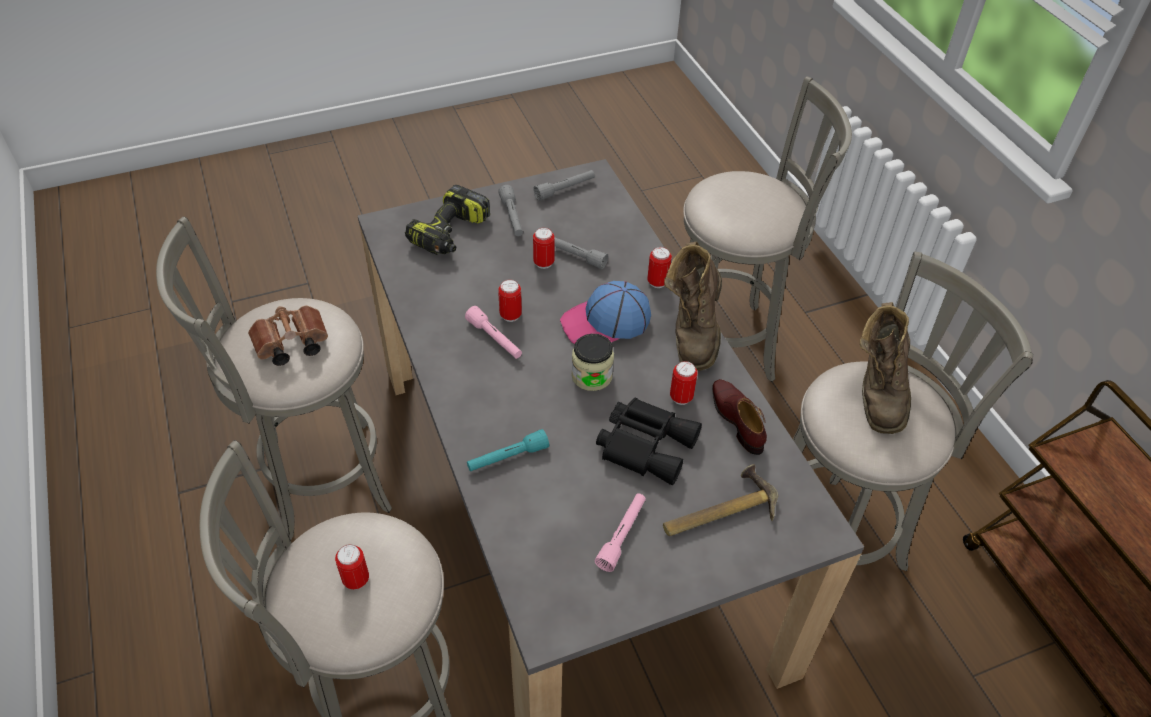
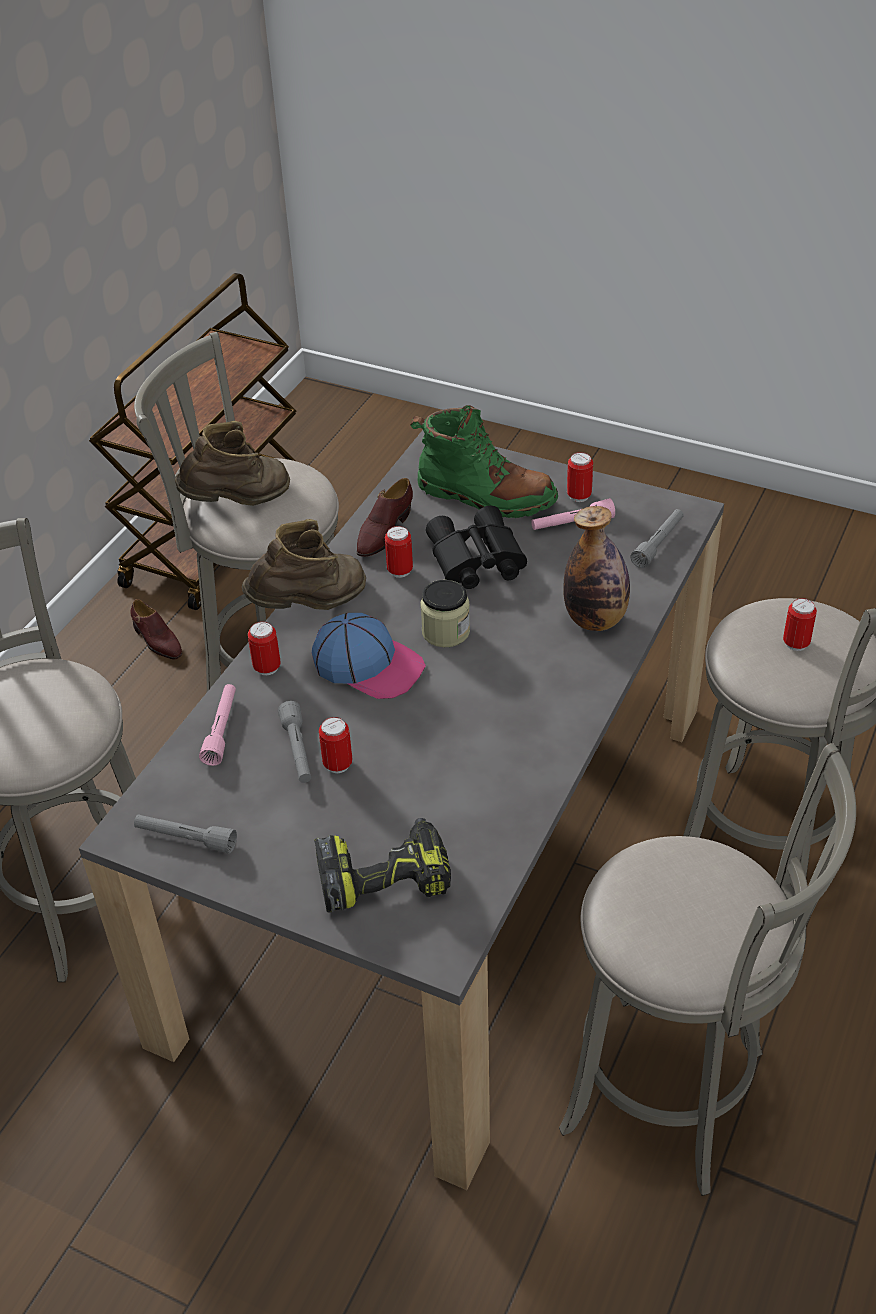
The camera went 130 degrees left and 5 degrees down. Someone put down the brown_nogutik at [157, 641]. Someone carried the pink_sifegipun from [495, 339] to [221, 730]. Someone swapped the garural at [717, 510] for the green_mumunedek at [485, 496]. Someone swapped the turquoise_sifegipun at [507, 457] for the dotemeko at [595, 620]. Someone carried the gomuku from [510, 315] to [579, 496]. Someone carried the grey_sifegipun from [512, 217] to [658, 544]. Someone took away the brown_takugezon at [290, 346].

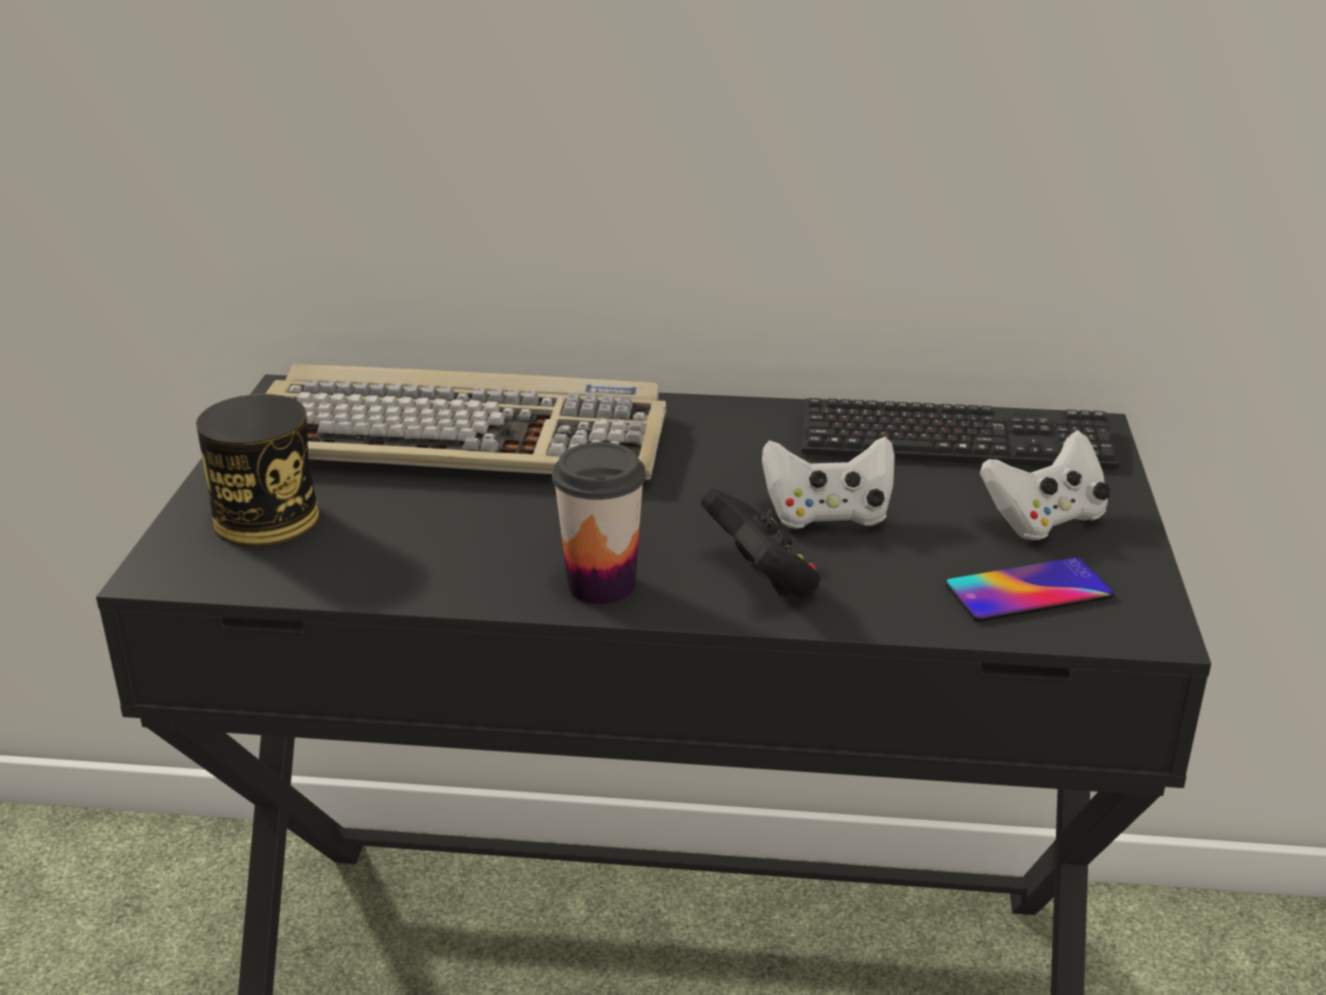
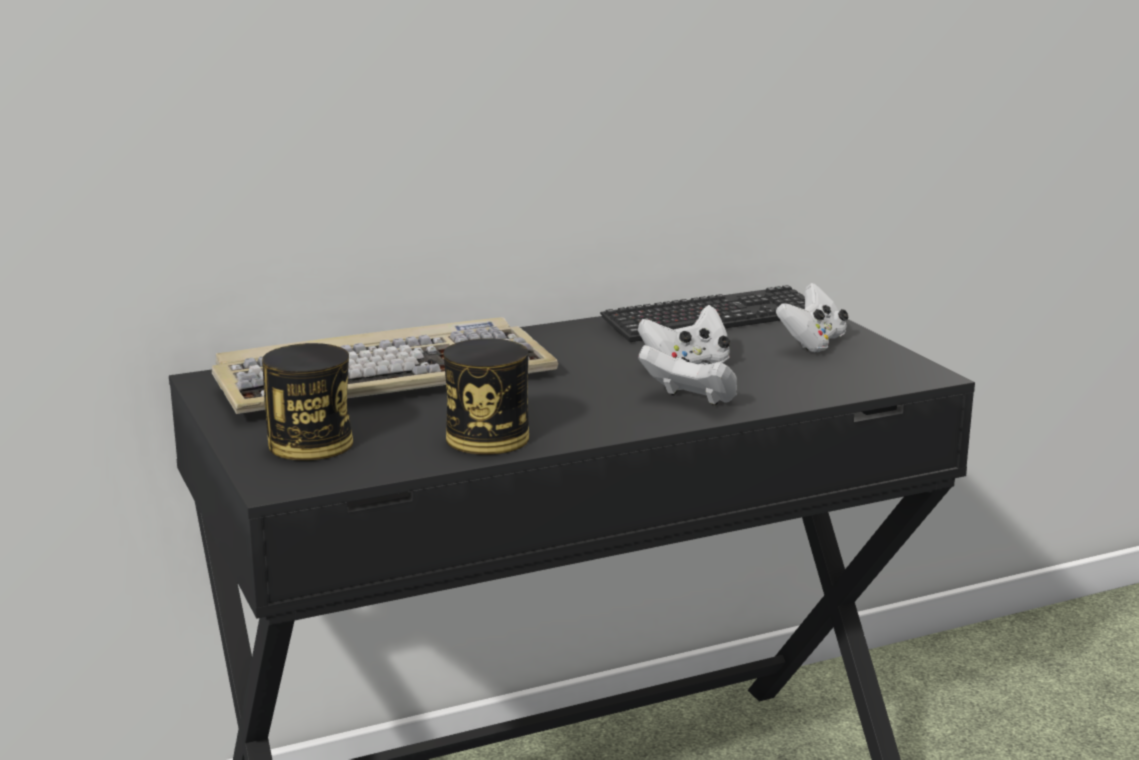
The camera went 30 degrees left and 10 degrees down. Someone put down the gomuku at [487, 438]. Someone repainted the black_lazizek at [762, 579], which became the white_lazizek at [691, 401]. Someone took away the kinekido at [601, 585]. Someone took away the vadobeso at [1028, 591].

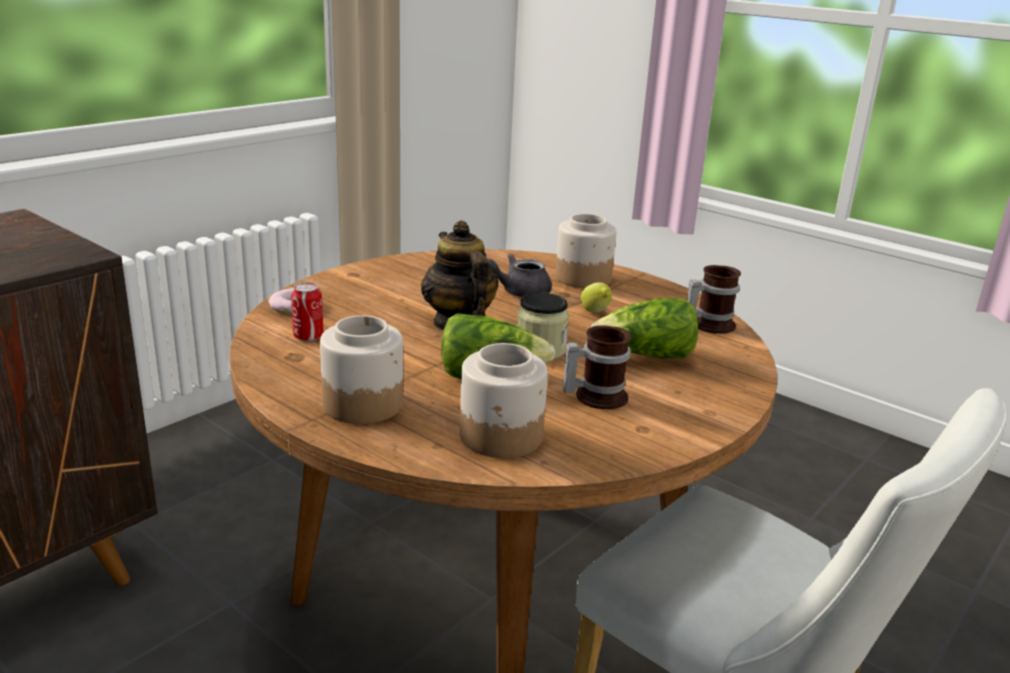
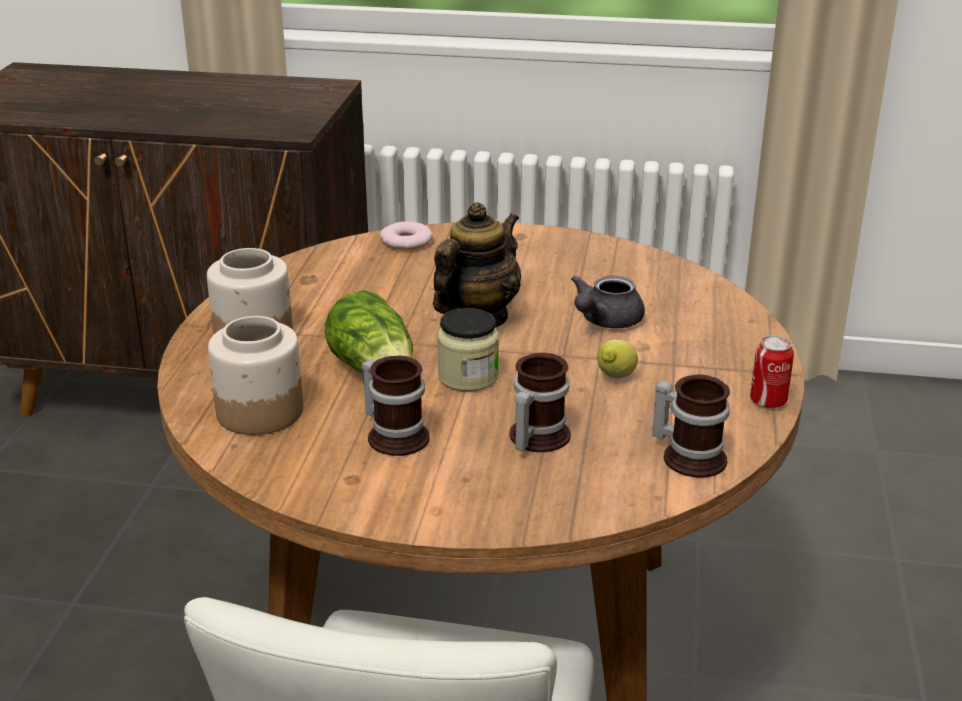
The camera went 60 degrees right and 5 degrees up. Someone swapped the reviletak at [646, 356] for the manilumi at [534, 438]. Someone rotated the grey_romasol at [518, 292] by 90 degrees counterclockwise. Someone carried the gomuku from [308, 336] to [768, 401]. Someone took away the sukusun at [582, 278].

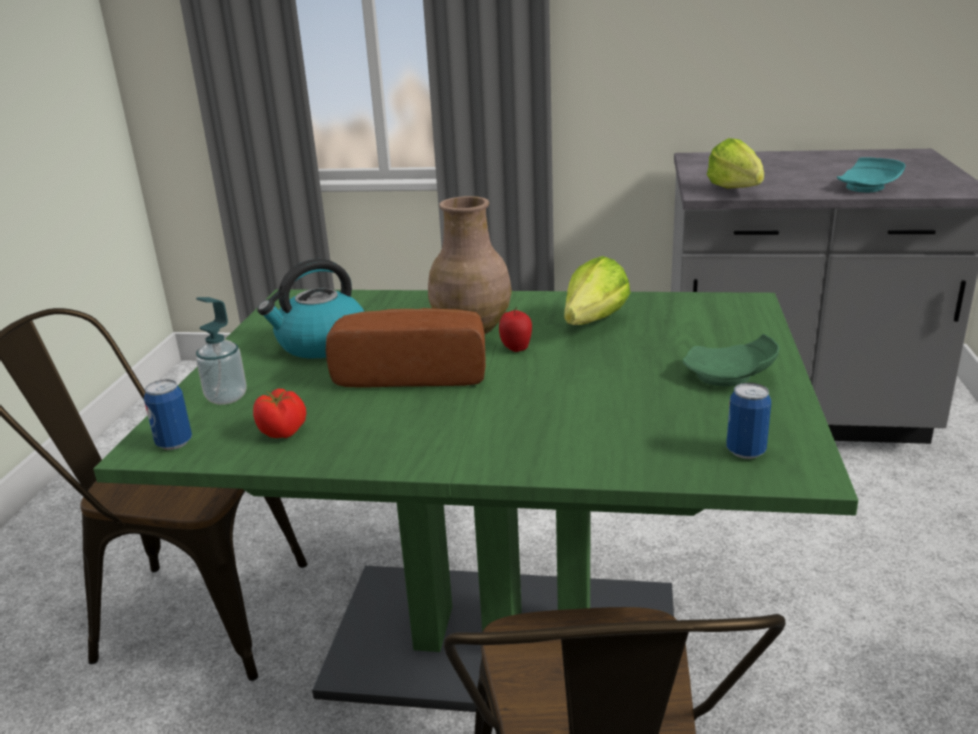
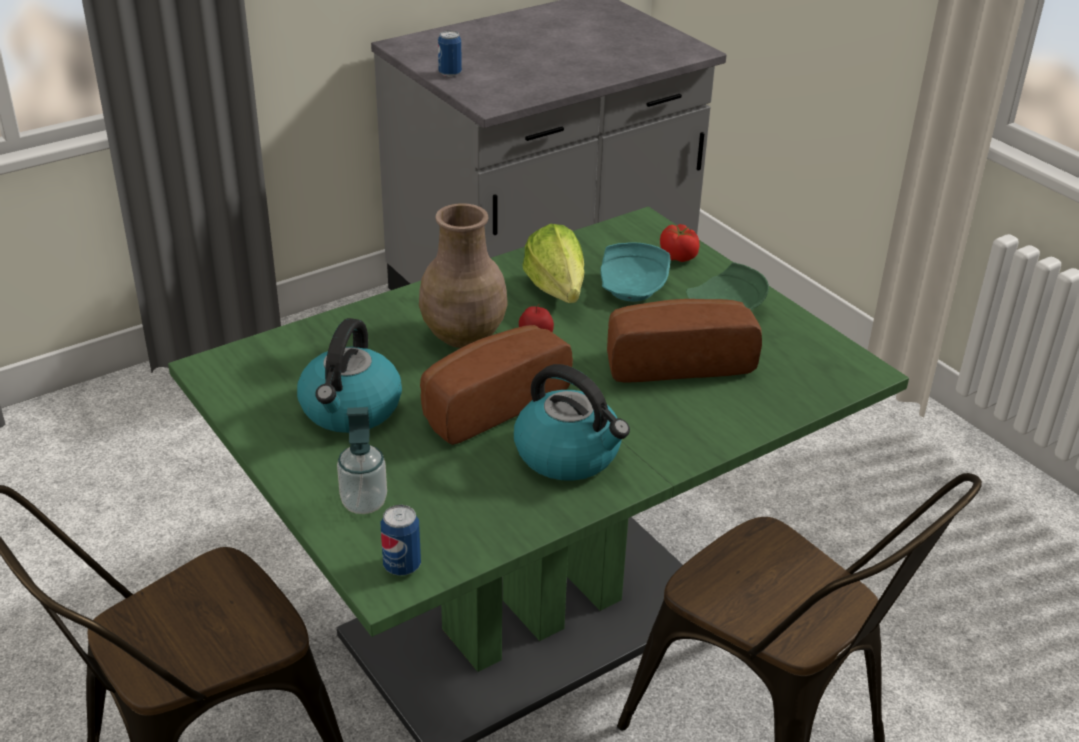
The camera went 45 degrees left and 10 degrees up. Someone carried the gomuku from [745, 451] to [450, 73]. Someone put down the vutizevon at [569, 454]. Someone carried the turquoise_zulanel from [868, 187] to [633, 286]. Someone put down the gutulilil at [676, 361]. Someone carried the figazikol from [283, 432] to [678, 257]. Someone took away the reviletak at [738, 192].

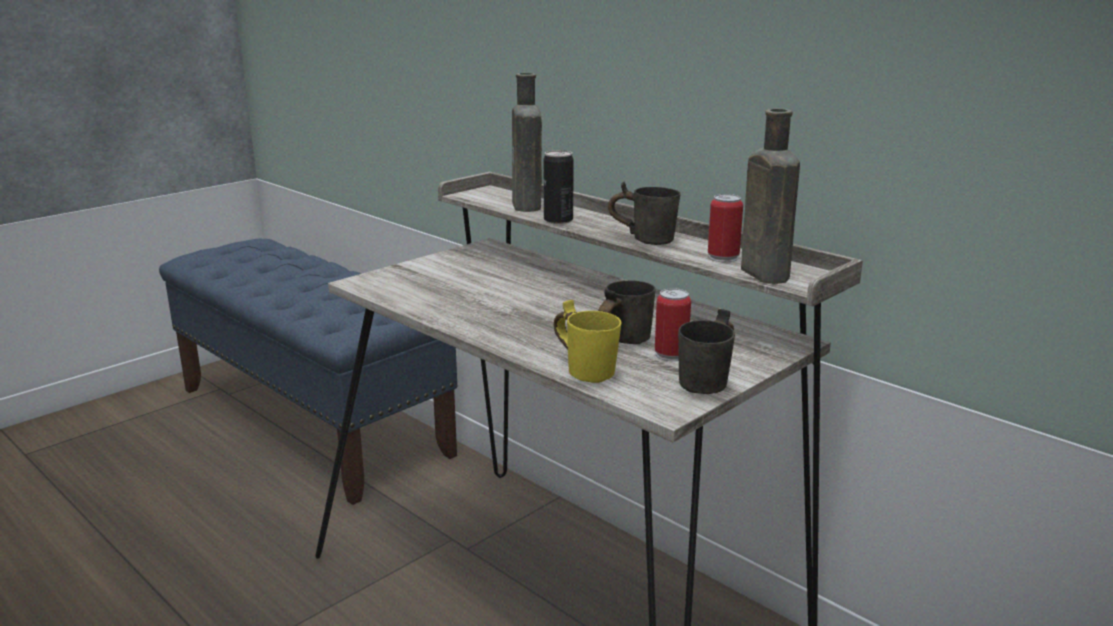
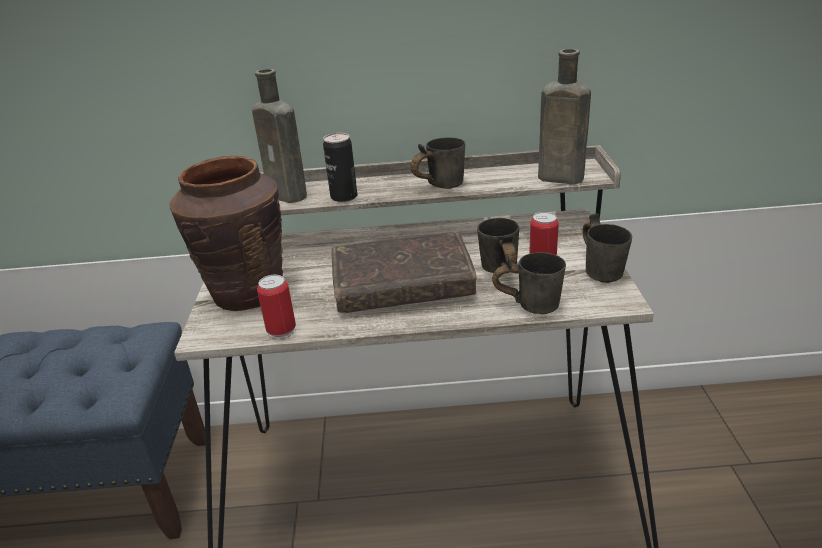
The camera went 45 degrees left and 10 degrees up. Someone put down the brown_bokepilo at [247, 293]. Someone carried the gomuku from [723, 257] to [281, 330]. Someone put down the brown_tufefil at [402, 286]. Someone repainted the yellow_manilumi at [588, 370], which became the grey_manilumi at [529, 303].

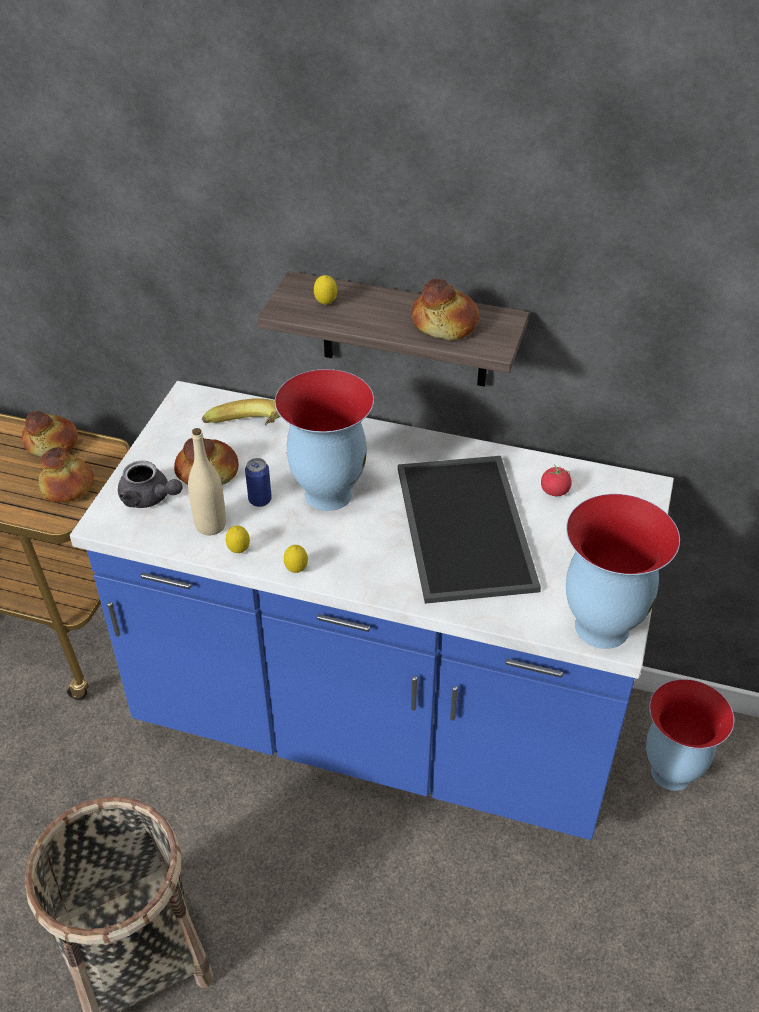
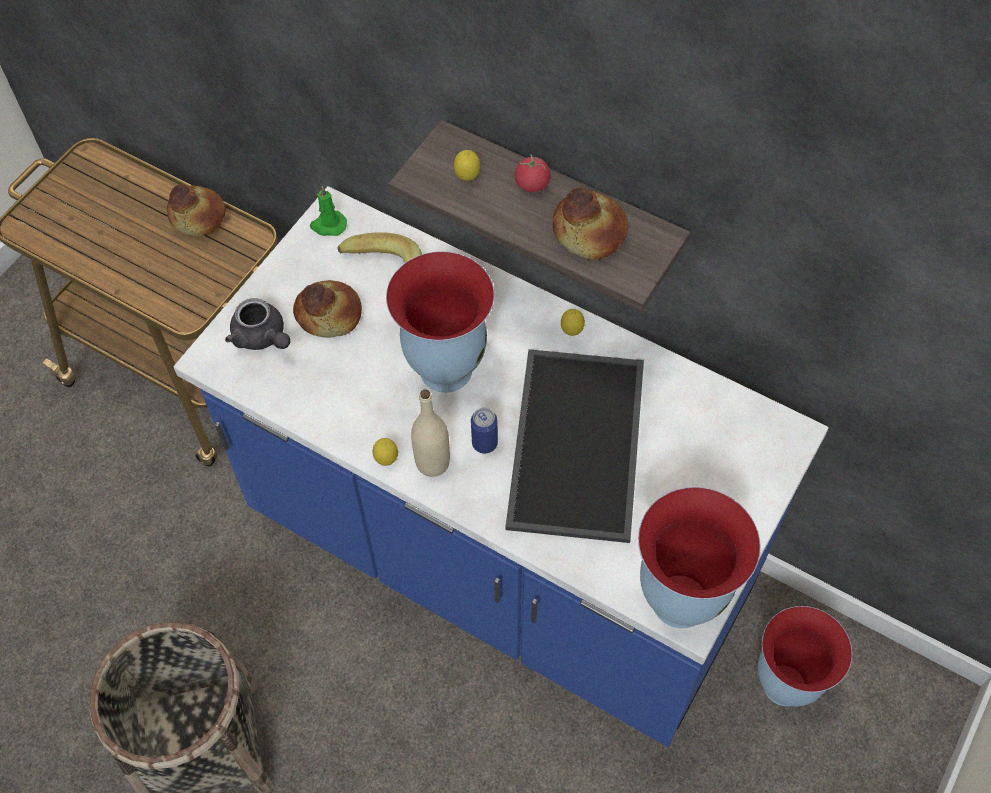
The camera went 15 degrees right and 15 degrees up. Someone put down the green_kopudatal at [328, 225]. Someone carried the beige_dotemeko from [210, 525] to [432, 463]. Someone carried the gomuku from [260, 500] to [484, 443]. Someone carried the figazikol from [554, 491] to [532, 184]. Someone carried the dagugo from [239, 551] to [571, 332]. Someone took away the gutulilil at [68, 486].

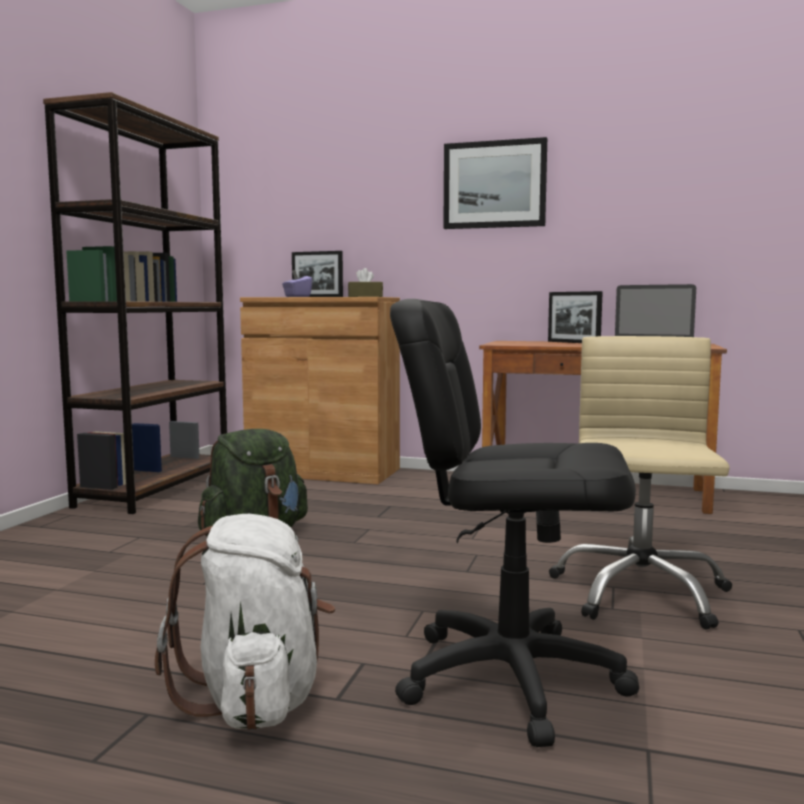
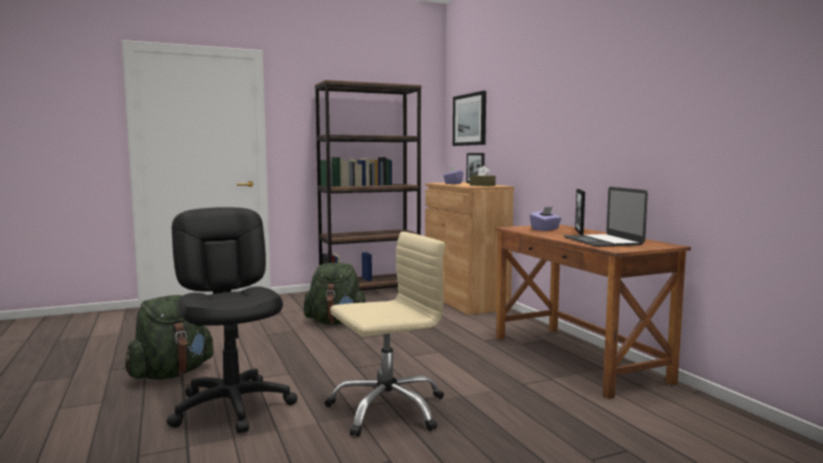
The camera went 50 degrees right and 0 degrees up. Someone repainted the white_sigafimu at [256, 697], which became the green_sigafimu at [171, 374]. Someone carried the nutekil from [494, 185] to [470, 119]. Someone put down the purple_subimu at [545, 229].

